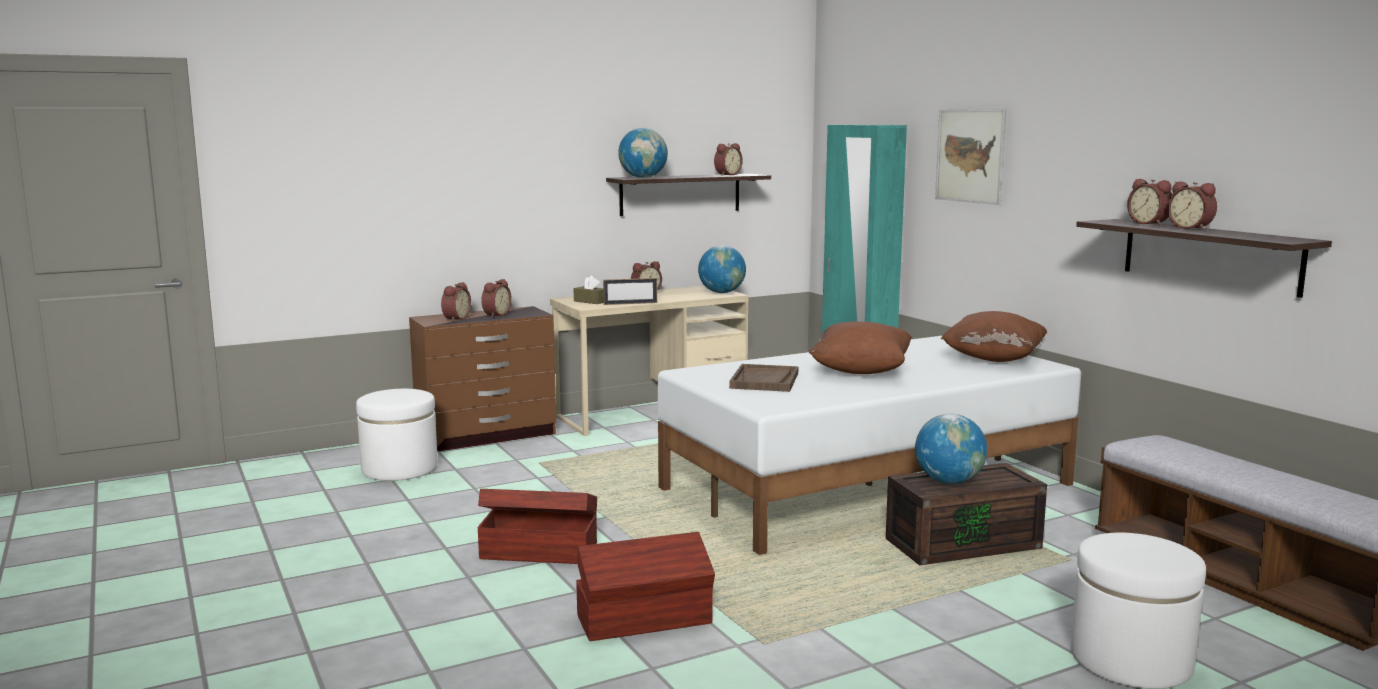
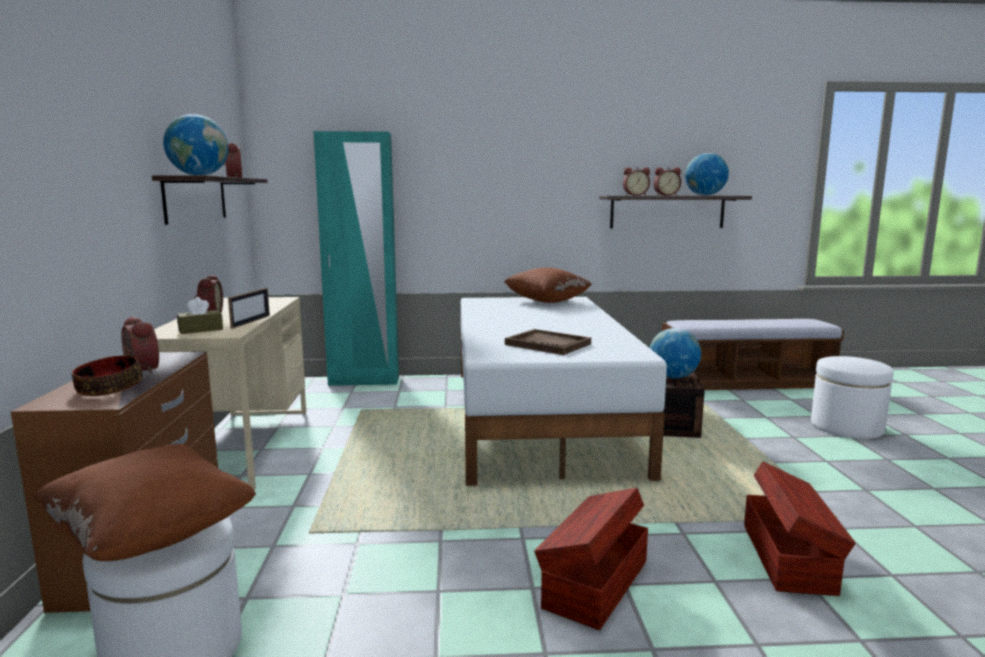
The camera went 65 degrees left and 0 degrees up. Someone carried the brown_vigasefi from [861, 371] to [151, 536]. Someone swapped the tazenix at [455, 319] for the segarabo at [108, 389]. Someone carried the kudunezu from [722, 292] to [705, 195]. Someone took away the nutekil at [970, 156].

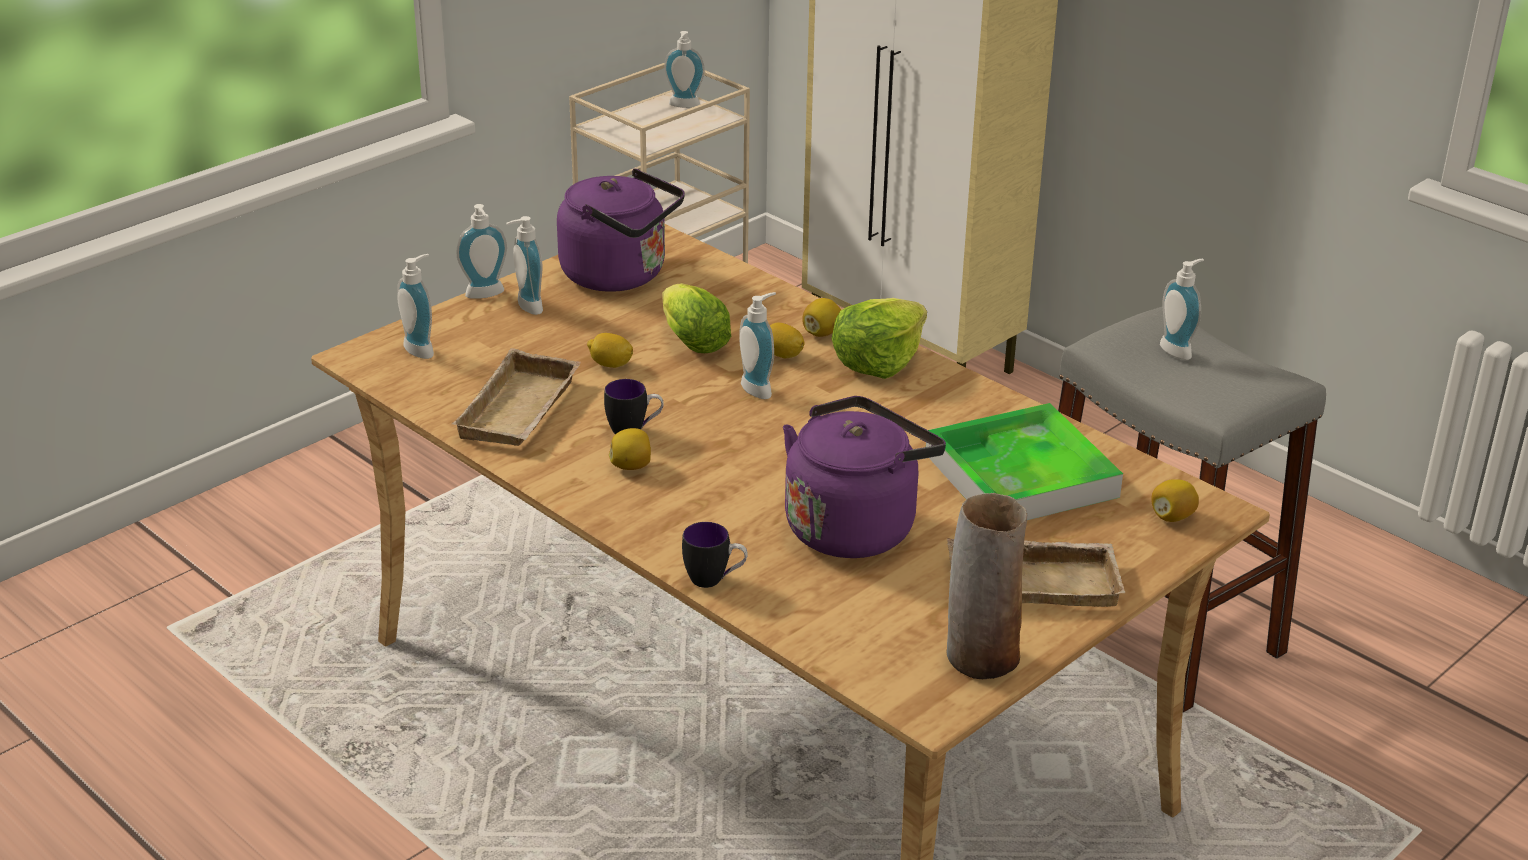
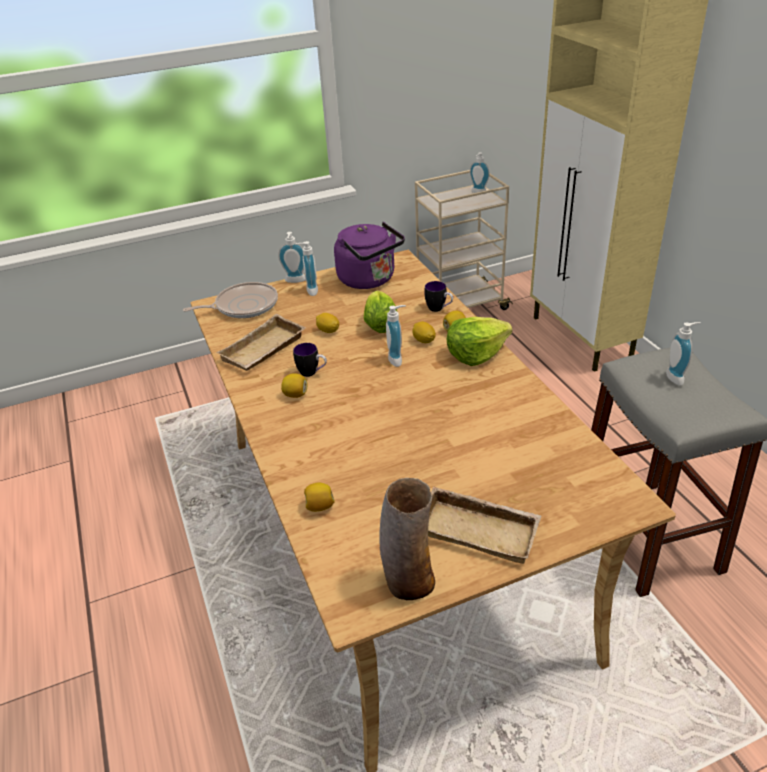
The camera went 25 degrees right and 5 degrees up. Someone swapped the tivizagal at [422, 349] for the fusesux at [243, 306]. Someone carried the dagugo from [1172, 517] to [319, 506]. Someone carried the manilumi from [714, 580] to [439, 309]. Someone took away the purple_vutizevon at [854, 526]. Someone took away the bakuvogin at [1021, 475].

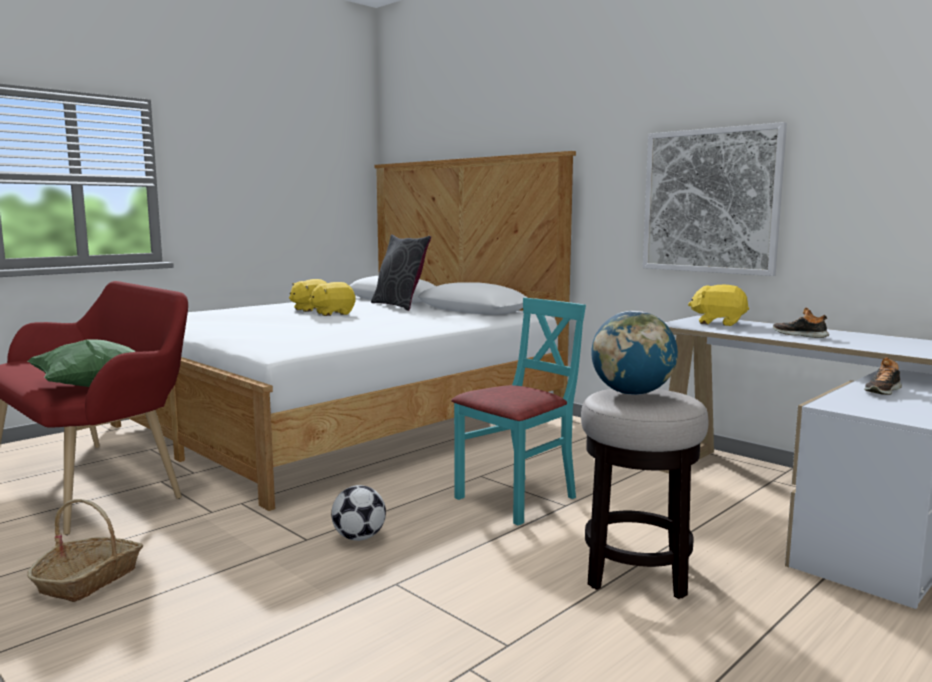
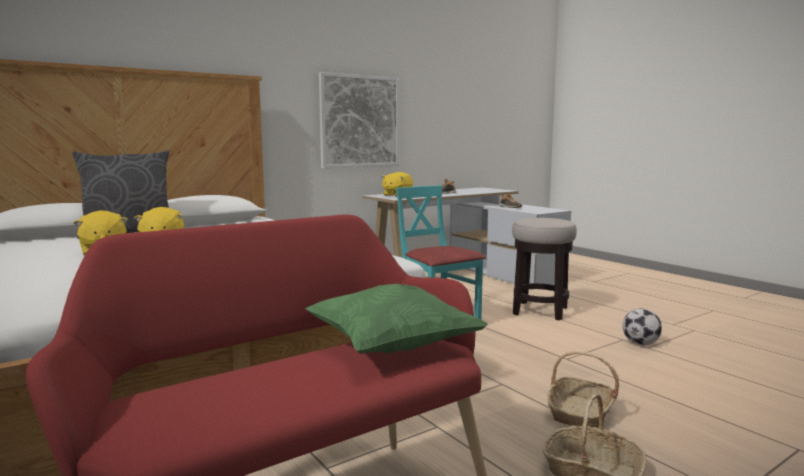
The camera went 80 degrees left and 0 degrees up. Someone put down the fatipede at [580, 413]. Someone carried the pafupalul from [359, 537] to [640, 343]. Someone took away the kudunezu at [632, 393].

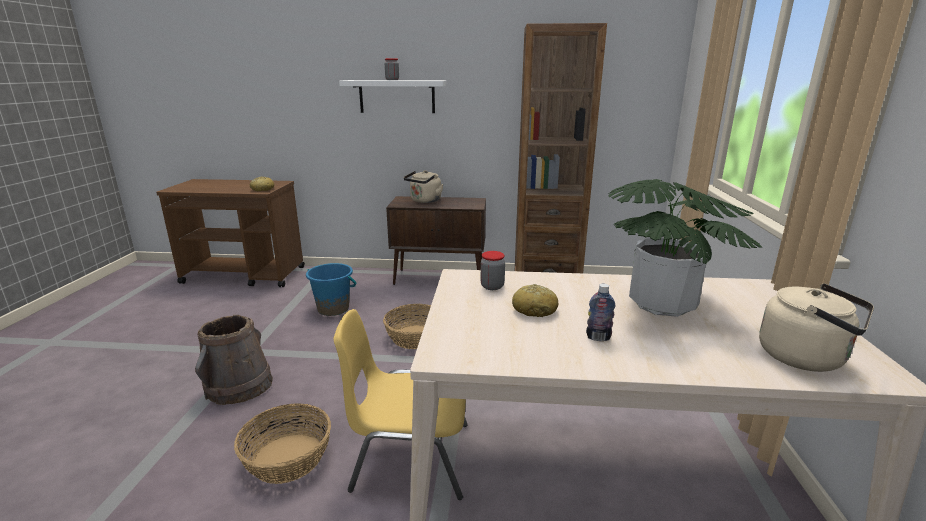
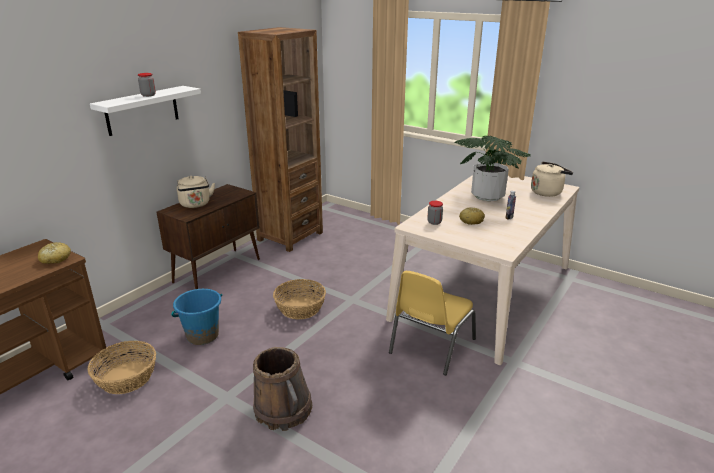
The camera went 60 degrees left and 5 degrees up. Someone carried the fatipede from [287, 458] to [127, 378].

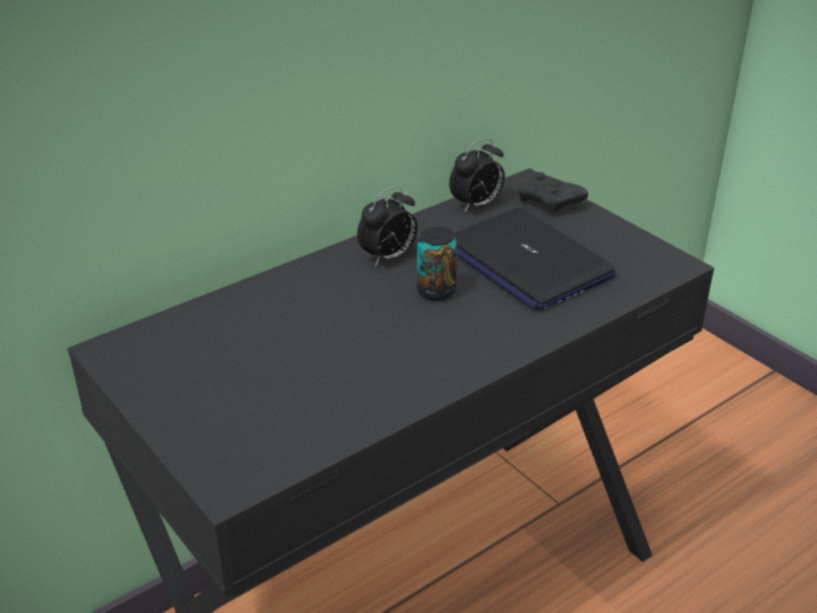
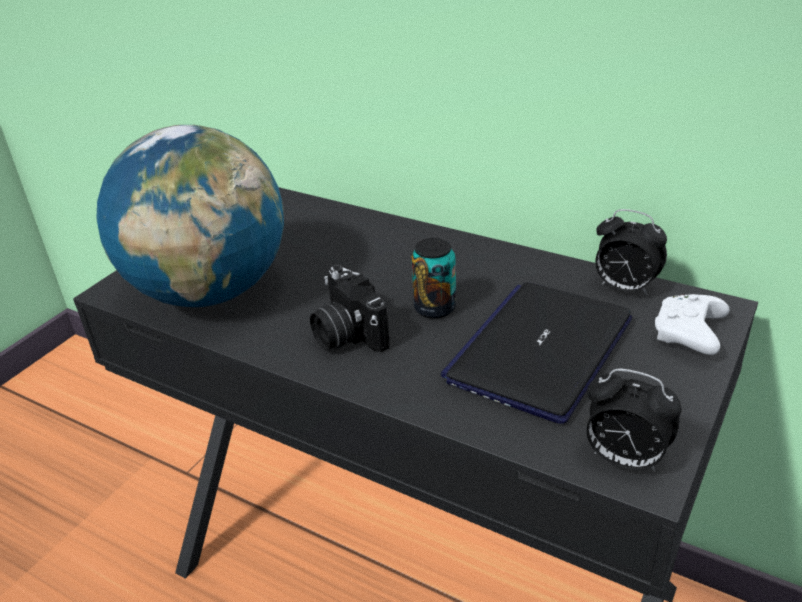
The camera went 70 degrees right and 0 degrees up. Someone put down the kudunezu at [210, 292]. Someone put down the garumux at [346, 334]. Someone carried the tazenix from [388, 258] to [623, 459]. Someone repainted the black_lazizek at [549, 202], which became the white_lazizek at [689, 335].

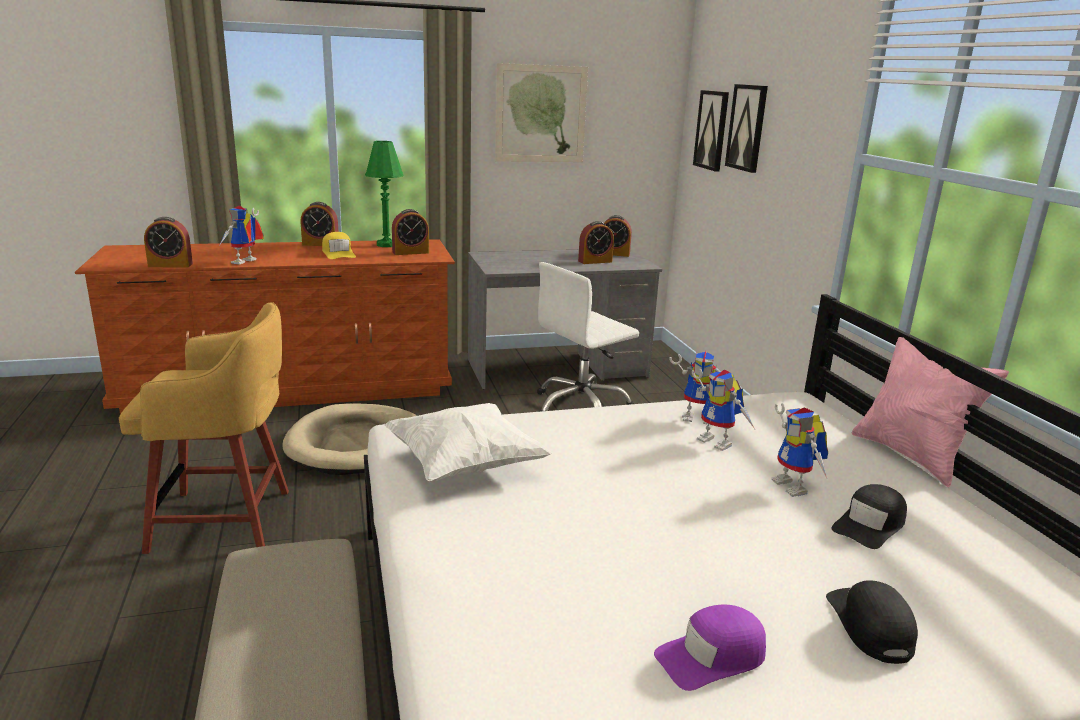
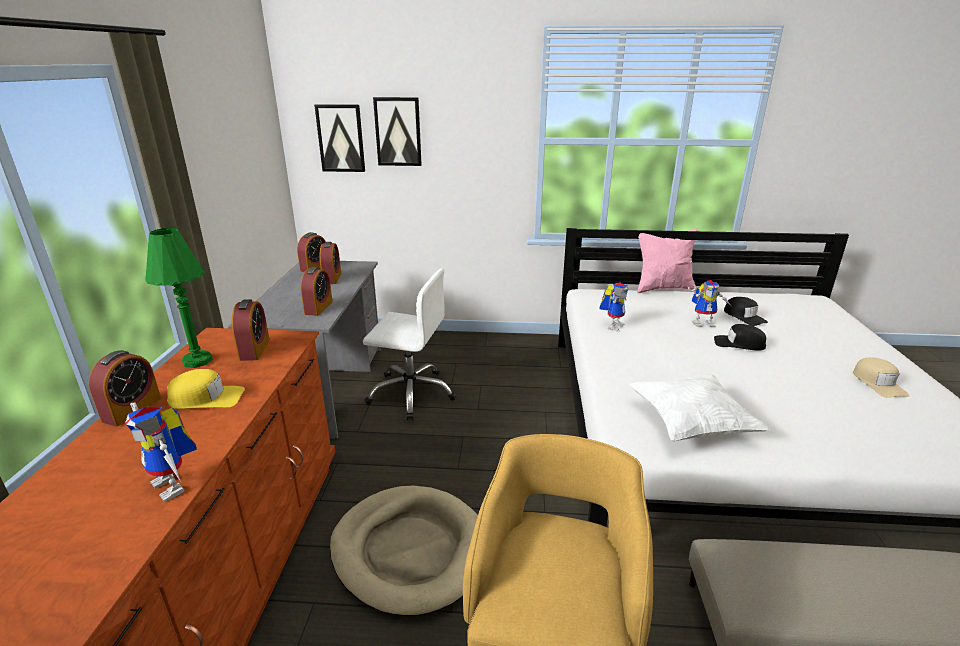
The camera went 70 degrees left and 5 degrees up. Someone carried the tazenix from [170, 265] to [318, 308]. Someone rotated the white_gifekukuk at [581, 407] by 60 degrees counterclockwise. Someone carried the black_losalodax from [870, 625] to [739, 343]. Someone repainted the purple_losalodax at [712, 657], which became the beige_losalodax at [878, 383]. Someone took away the nutekil at [541, 114]. Someone took away the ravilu at [719, 442].

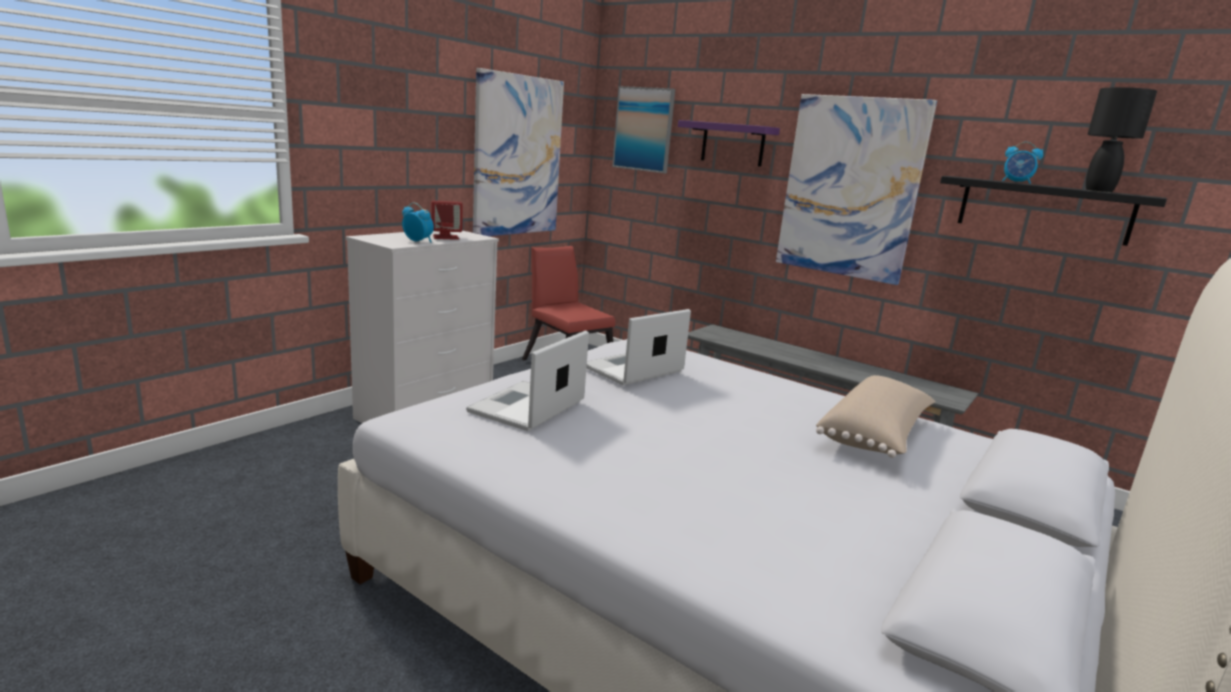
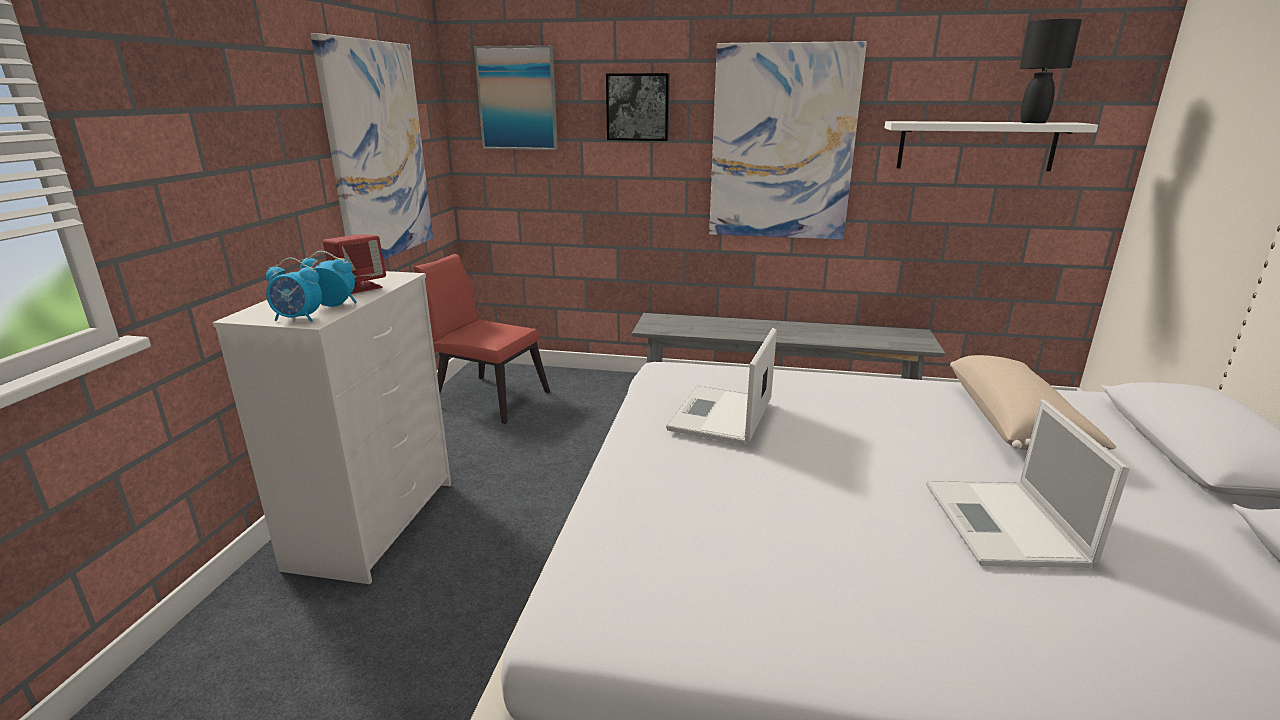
The camera went 25 degrees left and 5 degrees up. Someone carried the tazenix from [1016, 182] to [298, 319]. Someone swapped the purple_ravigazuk at [733, 144] for the nutekil at [638, 107]. Someone repainted the black_ravigazuk at [1043, 210], which became the white_ravigazuk at [976, 146]. Someone carried the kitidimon from [526, 407] to [1006, 525].

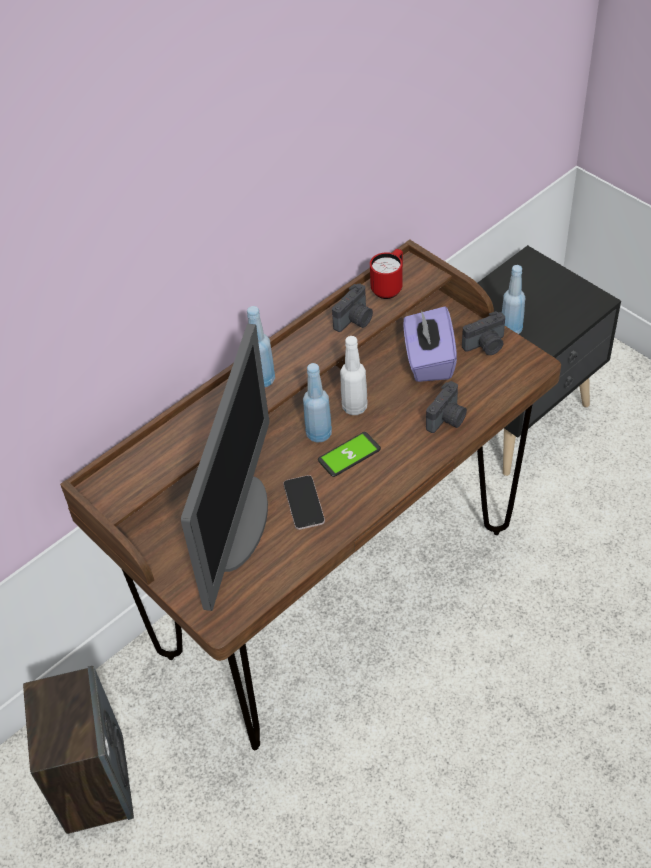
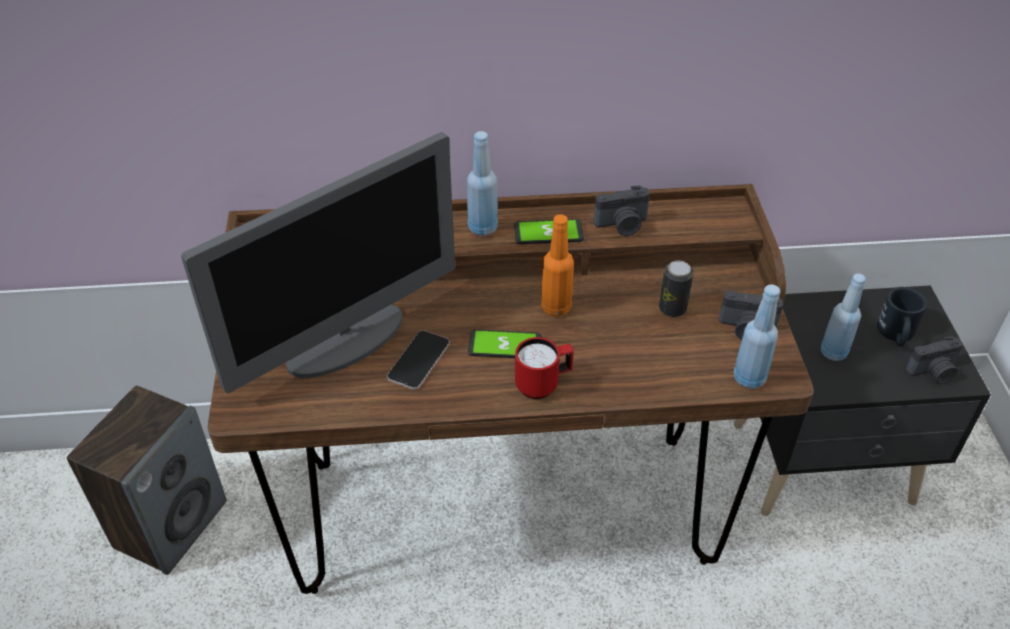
The camera went 35 degrees right and 5 degrees down. Someone put down the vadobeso at [548, 233]. Someone carried the red_manilumi from [389, 287] to [543, 384]. Someone repainted the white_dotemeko at [354, 407], which became the orange_dotemeko at [556, 307]. Someone swapped the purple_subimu at [428, 360] for the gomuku at [672, 308]. Someone carried the blue_dotemeko from [319, 434] to [749, 378]. Someone put down the black_manilumi at [896, 334]. Someone carried the garumux from [447, 419] to [933, 372].

